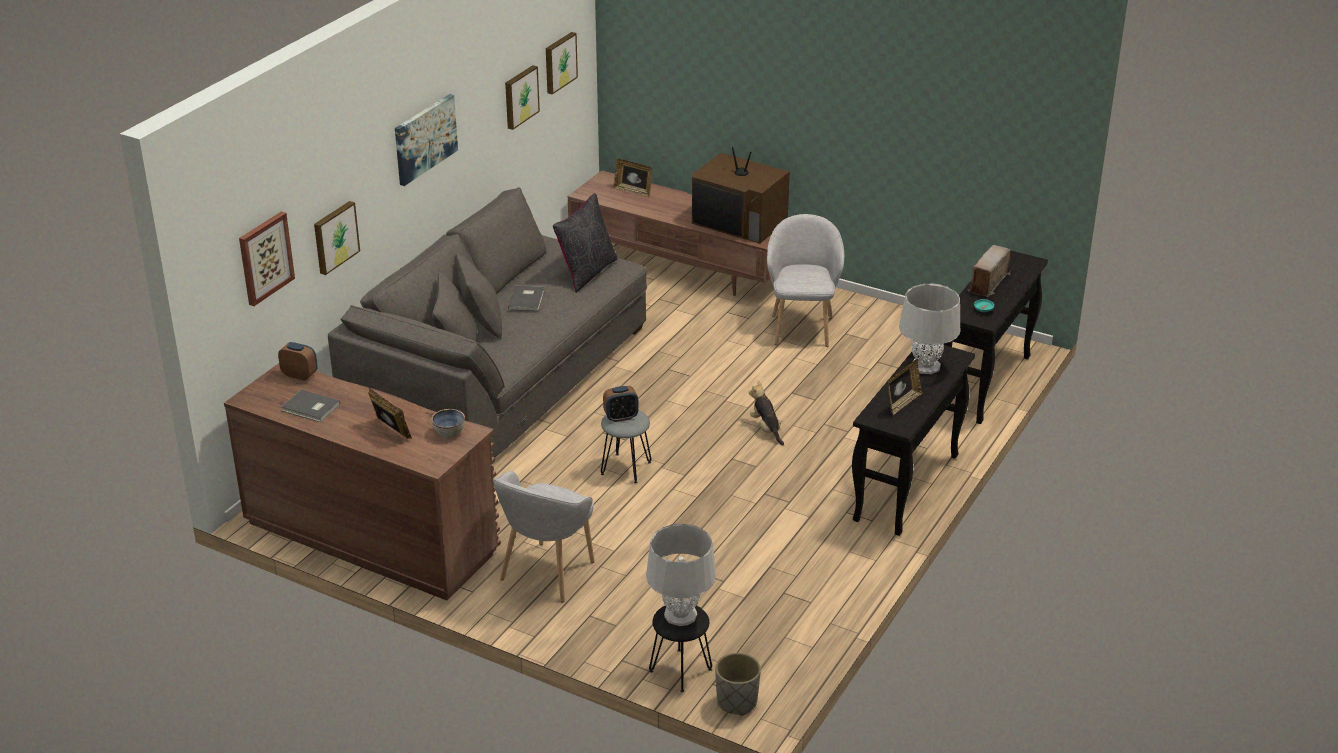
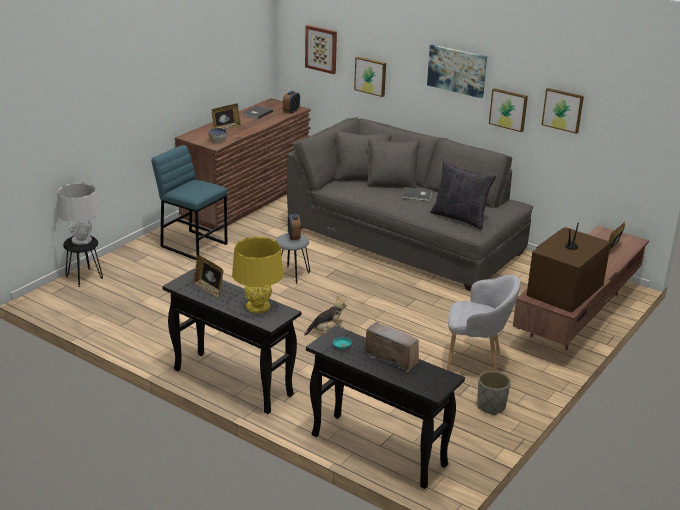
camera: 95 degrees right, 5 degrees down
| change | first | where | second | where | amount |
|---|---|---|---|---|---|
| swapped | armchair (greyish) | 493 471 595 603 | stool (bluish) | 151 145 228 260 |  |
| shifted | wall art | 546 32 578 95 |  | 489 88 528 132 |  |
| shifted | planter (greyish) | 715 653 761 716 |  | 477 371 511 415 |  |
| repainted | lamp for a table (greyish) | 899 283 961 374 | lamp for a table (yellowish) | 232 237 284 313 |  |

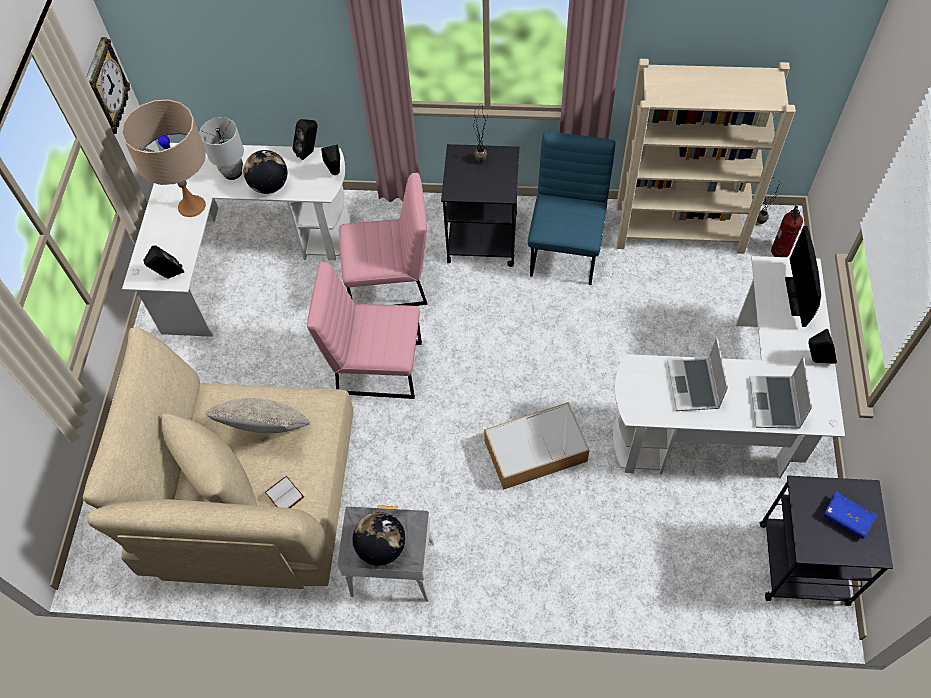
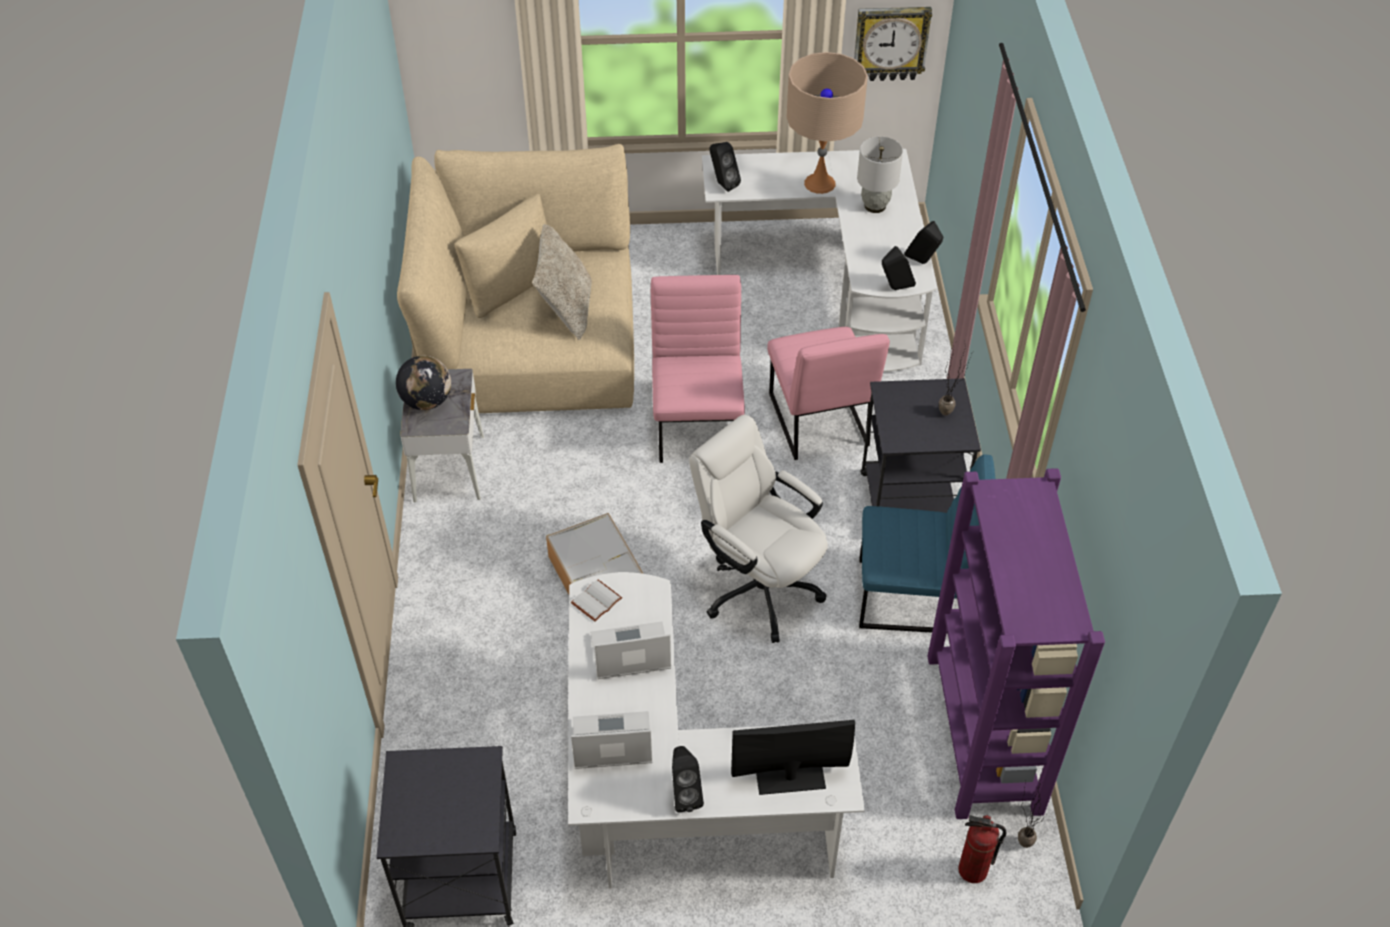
camera: 80 degrees right, 10 degrees down
| change | first | where | second | where | amount |
|---|---|---|---|---|---|
| gone | desk globe | 244 150 287 194 |  |  |  |
| shifted | bound book (white) | 265 476 304 508 |  | 571 580 622 622 |  |
| repainted | bookcase (beige) | 616 59 796 254 | bookcase (purplish) | 928 468 1105 819 |  |
| gone | bound book (bluish) | 823 492 877 539 |  |  |  |
| new |  |  | computer chair (white) | 689 415 828 643 |  |

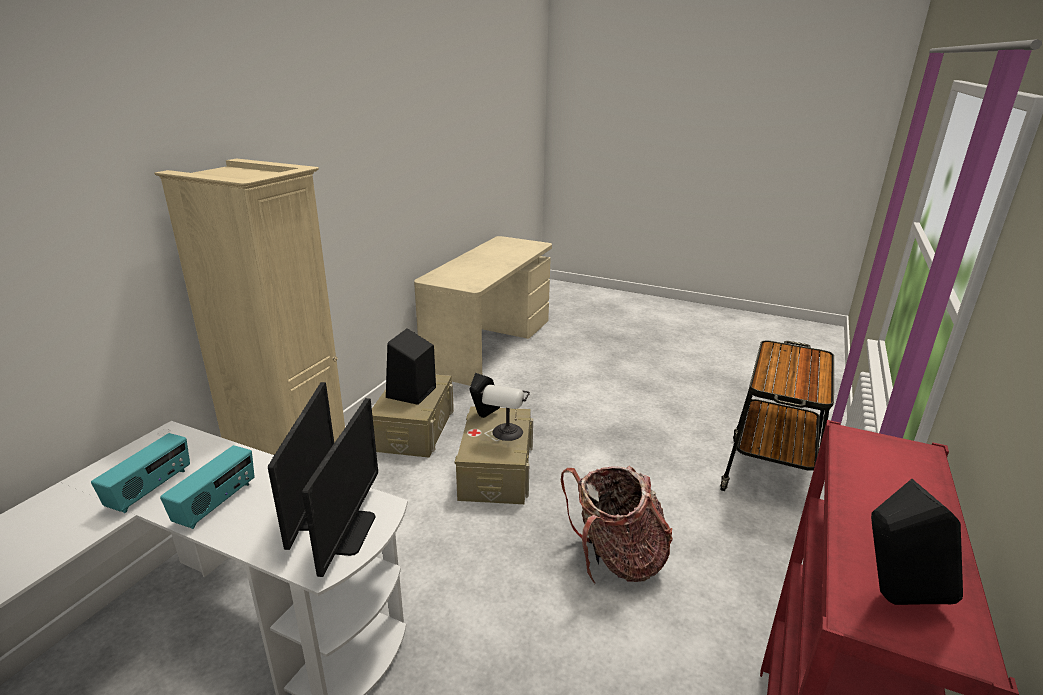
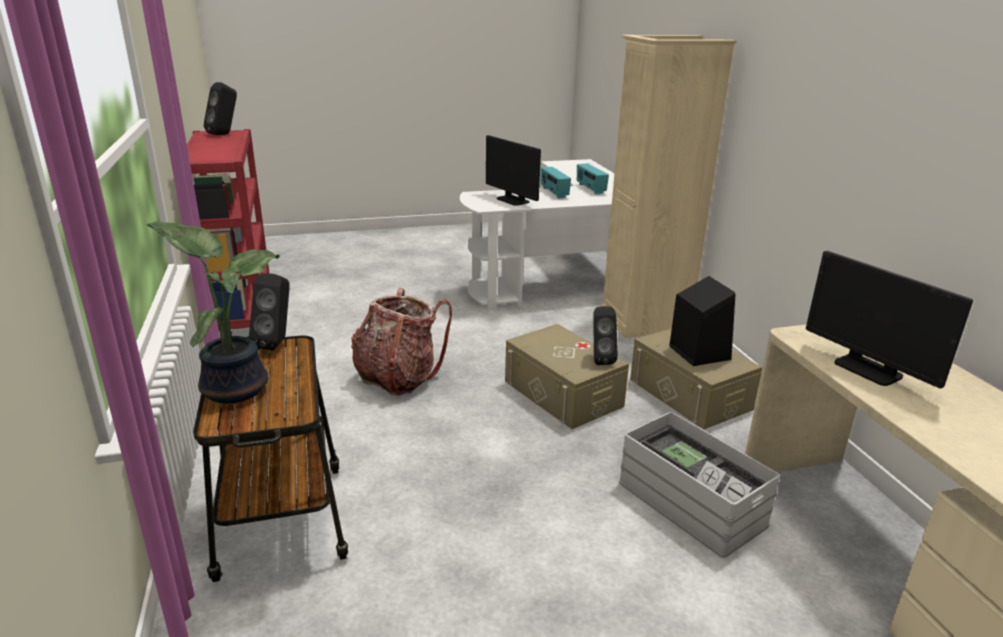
camera: 140 degrees right, 0 degrees up
| change | first | where | second | where | amount |
|---|---|---|---|---|---|
| shifted | monitor | 302 398 378 577 |  | 806 251 973 388 |  |
| gone | lamp for a table | 480 385 530 441 |  |  |  |
| new |  |  | houseplant | 146 221 280 404 |  |
| new |  |  | audio speaker (black) | 249 273 290 350 |  |
| new |  |  | storage box (greyish) | 619 412 780 558 |  |

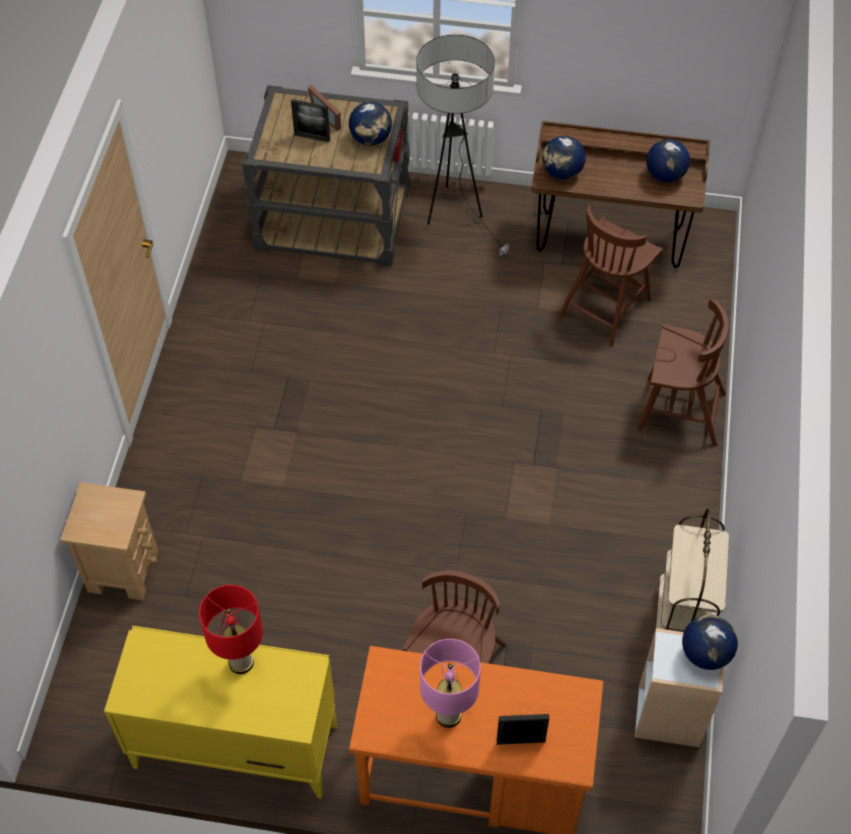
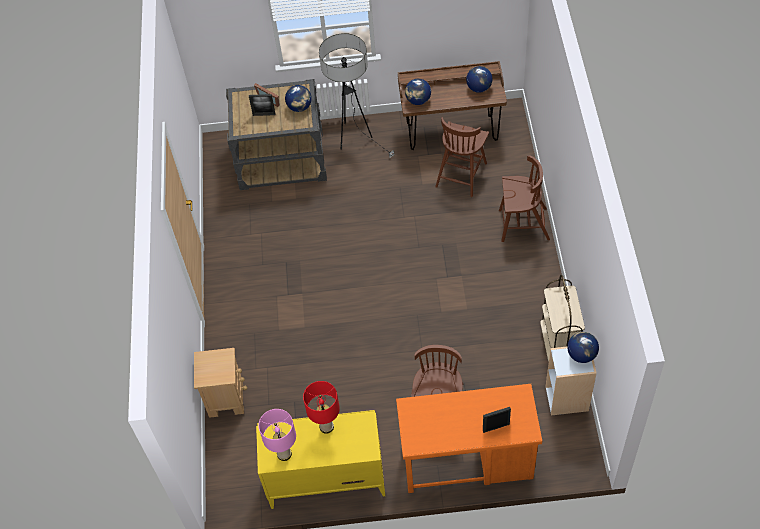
camera: 10 degrees left, 0 degrees up
| change | first | where | second | where | amount |
|---|---|---|---|---|---|
| shifted | lamp for a table (pink-coloured) | 420 639 481 728 |  | 258 409 296 461 |  |

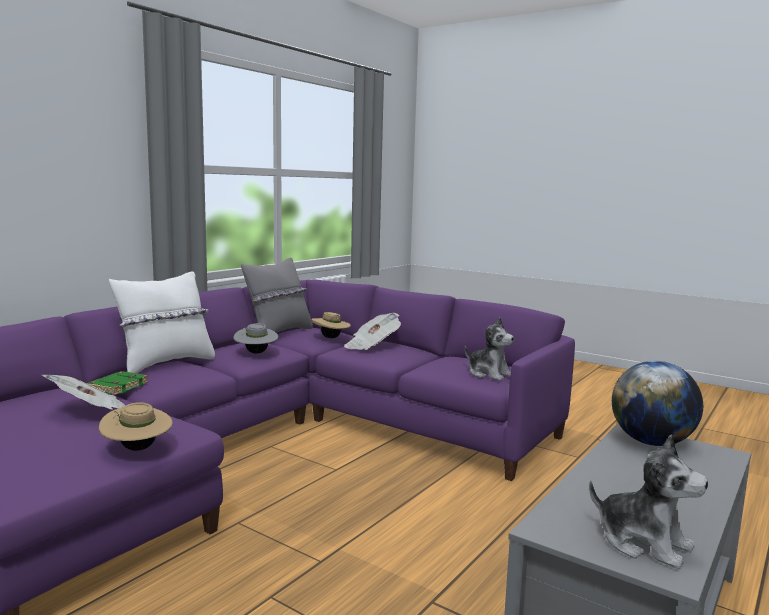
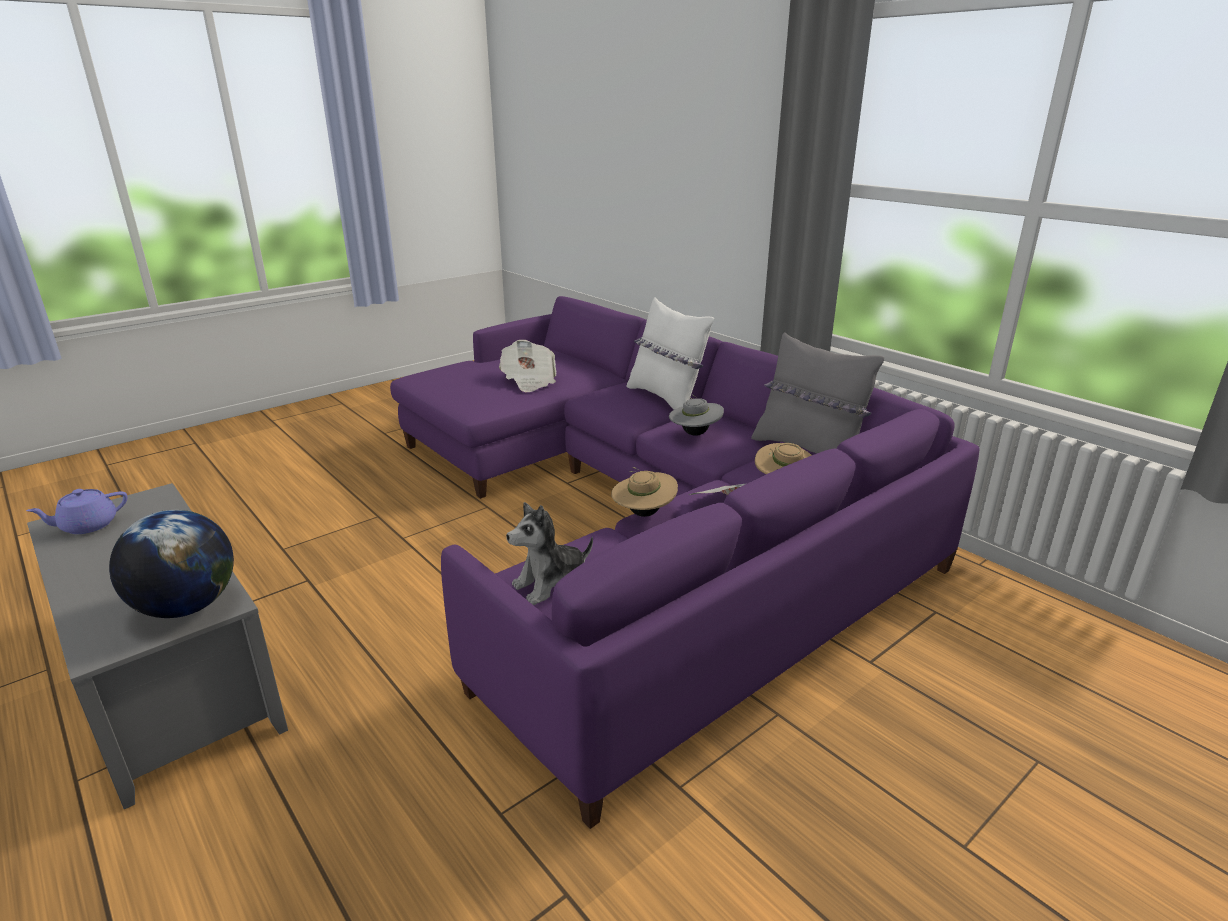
camera: 105 degrees right, 15 degrees up
| change | first | where | second | where | amount |
|---|---|---|---|---|---|
| gone | bound book (green-coloured) | 87 371 148 395 |  |  |  |
| shifted | wearable hat (beige) | 99 402 173 451 |  | 611 467 678 517 |  |
| swapped | soft toy | 589 435 708 569 | tea pot (purplish) | 26 489 128 534 |  |

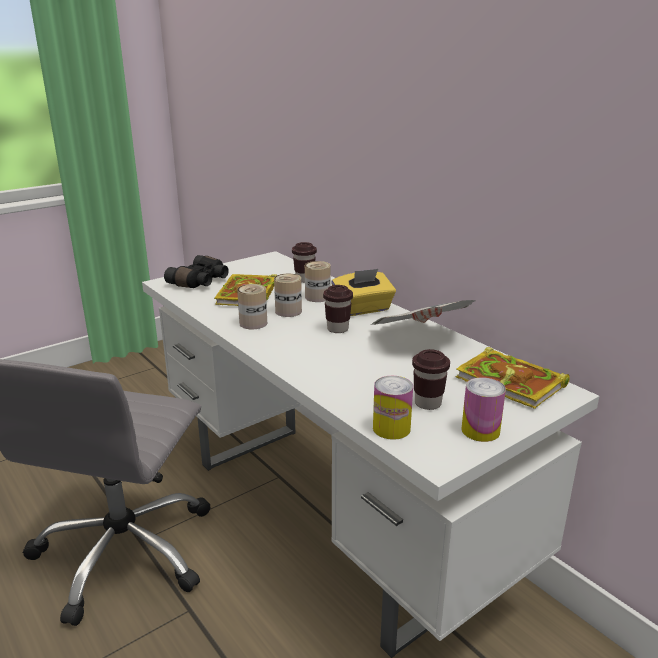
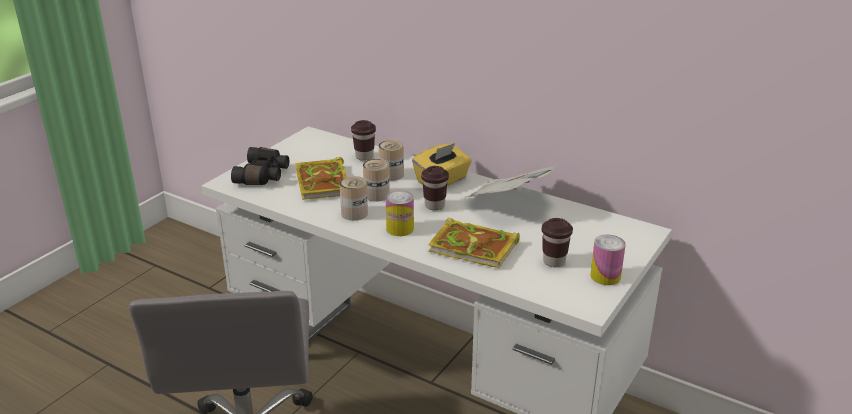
camera: 20 degrees left, 5 degrees up
| change | first | where | second | where | amount |
|---|---|---|---|---|---|
| shifted | metal can | 373 376 413 440 |  | 386 190 414 236 |  |
| shifted | bound book | 455 347 570 408 |  | 428 218 520 268 |  |

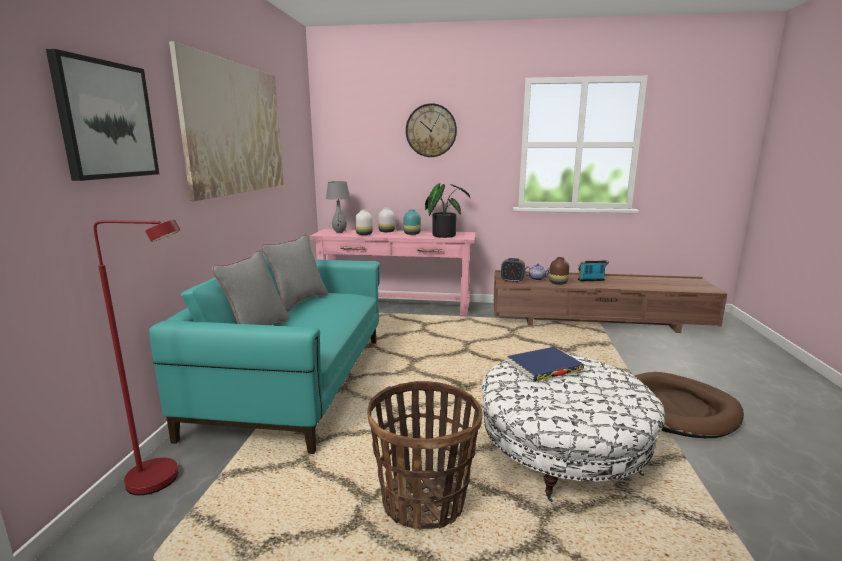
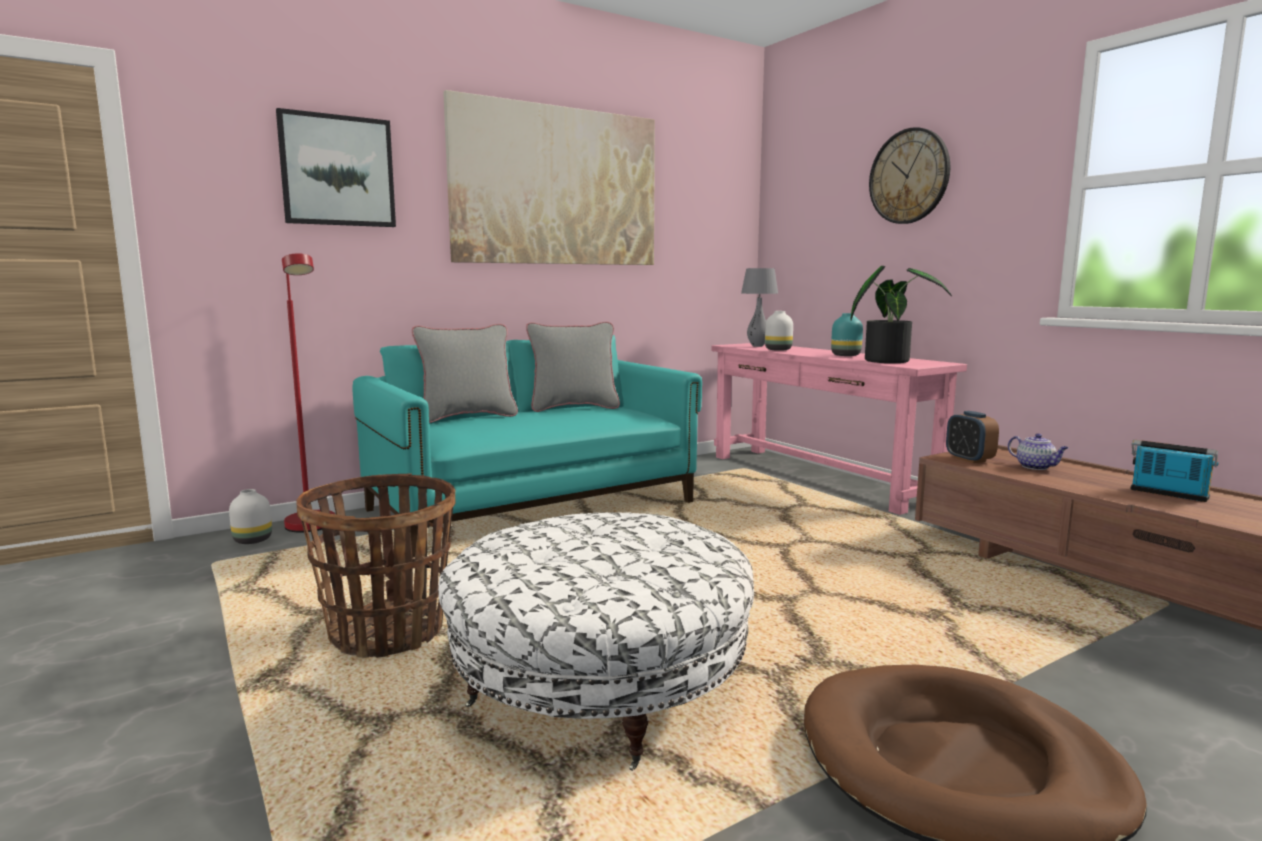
camera: 50 degrees right, 5 degrees down
| change | first | where | second | where | amount |
|---|---|---|---|---|---|
| shifted | flower vase (white) | 378 208 395 232 |  | 229 489 272 544 |  |
| gone | bound book (bluish) | 507 347 584 381 |  |  |  |
| gone | flower vase (brown) | 549 257 569 285 |  |  |  |

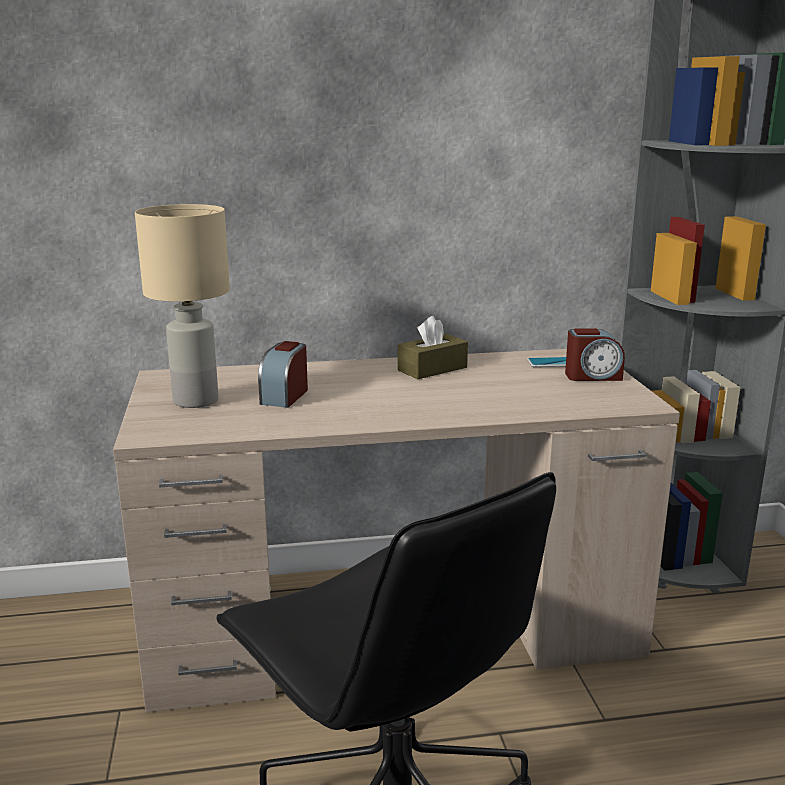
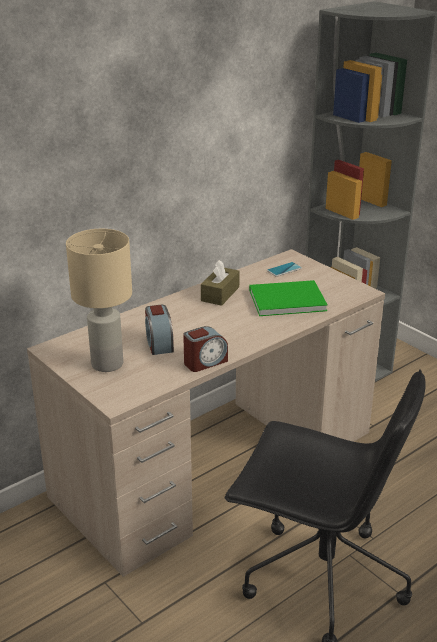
camera: 30 degrees left, 10 degrees up
| change | first | where | second | where | amount |
|---|---|---|---|---|---|
| shifted | alarm clock | 565 328 625 381 |  | 183 326 228 372 |  |
| new |  |  | bound book (green-coloured) | 249 280 328 316 |  |

